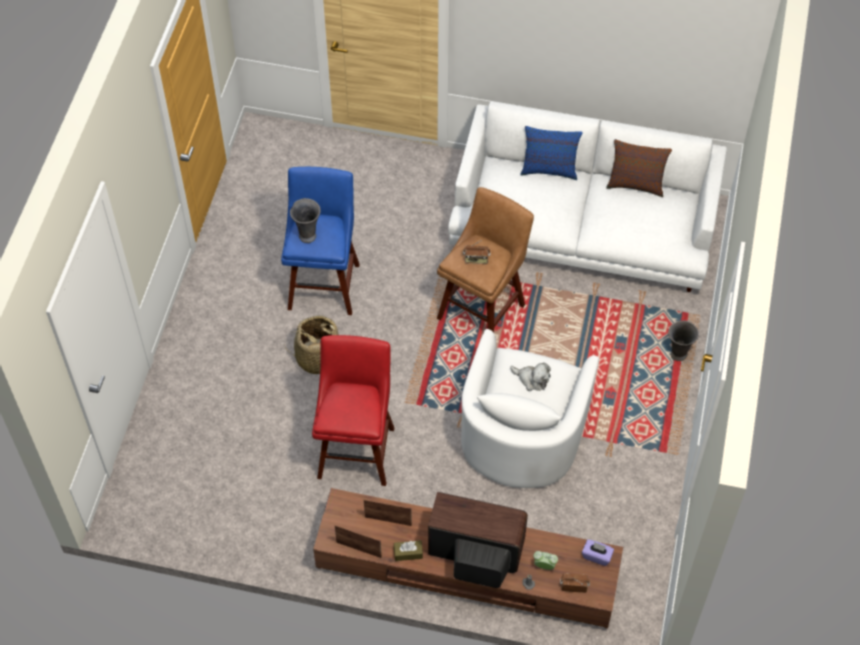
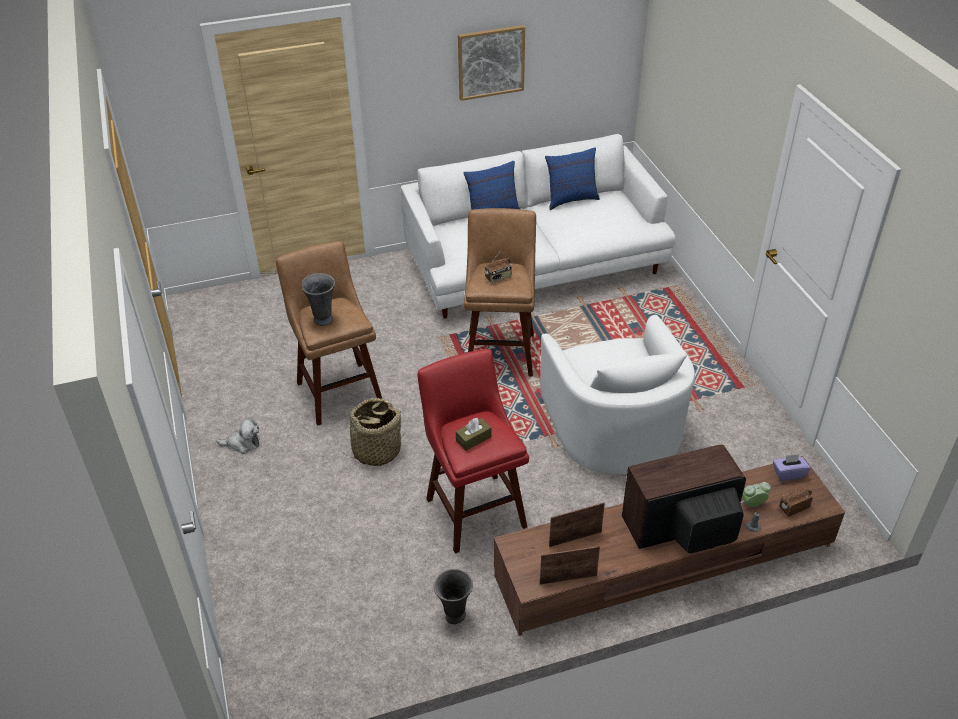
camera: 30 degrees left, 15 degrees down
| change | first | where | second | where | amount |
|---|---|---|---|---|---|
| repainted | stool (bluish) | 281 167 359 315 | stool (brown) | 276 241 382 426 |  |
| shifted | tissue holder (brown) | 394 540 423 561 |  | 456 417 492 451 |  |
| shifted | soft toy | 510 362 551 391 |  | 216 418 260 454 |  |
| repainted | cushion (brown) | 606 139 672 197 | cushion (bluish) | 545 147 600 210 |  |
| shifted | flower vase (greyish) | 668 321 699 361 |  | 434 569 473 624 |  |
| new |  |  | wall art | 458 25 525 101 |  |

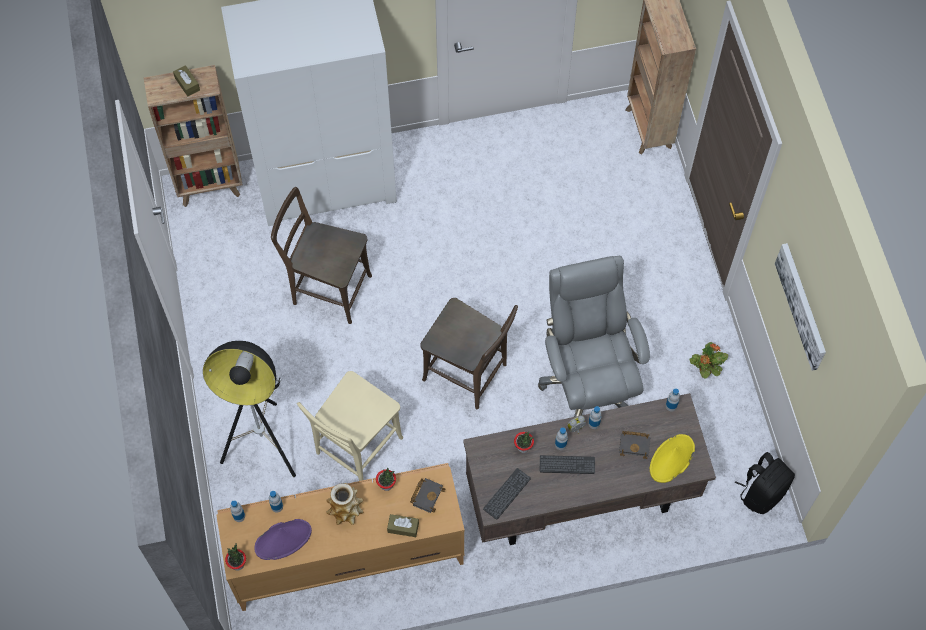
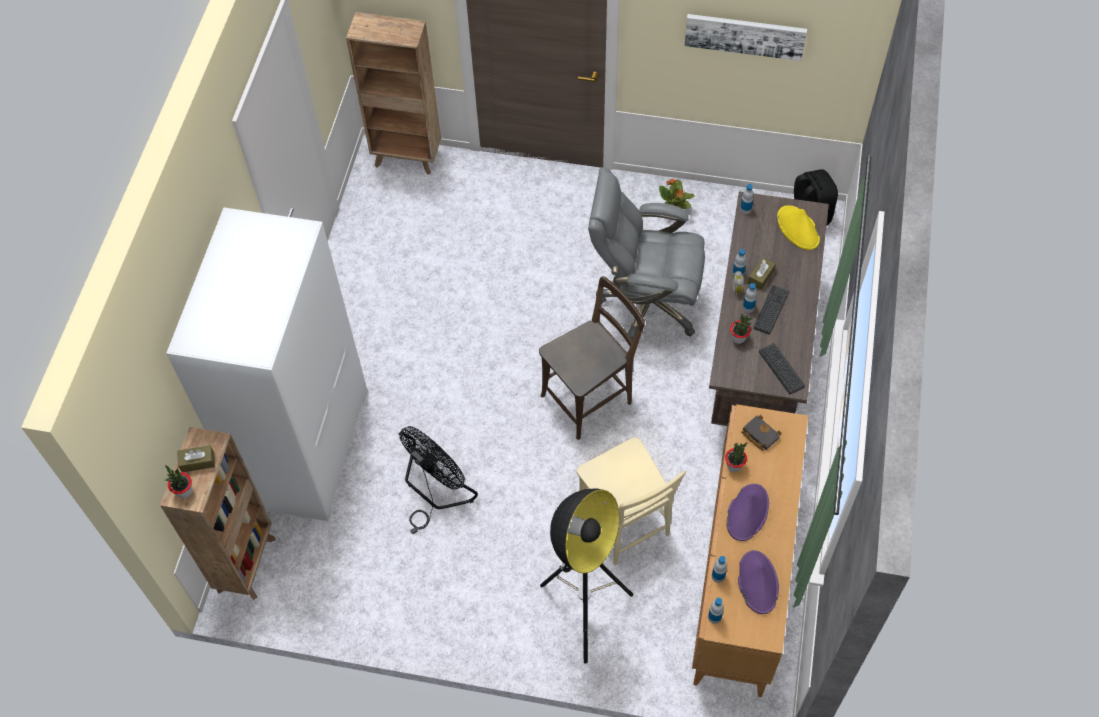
camera: 65 degrees left, 5 degrees down
| change | first | where | second | where | amount |
|---|---|---|---|---|---|
| shifted | houseplant | 225 544 246 571 |  | 165 465 192 498 |  |
| swapped | upright chair (brown) | 271 187 372 324 | electric fan (black) | 399 426 478 534 |  |
| swapped | flower vase | 326 483 363 525 | wearable hat (purplish) | 726 484 769 541 |  |
| shifted | tissue holder (brown) | 387 514 419 537 |  | 748 257 776 290 |  |
| gone | bound book (black) | 619 431 650 459 |  |  |  |

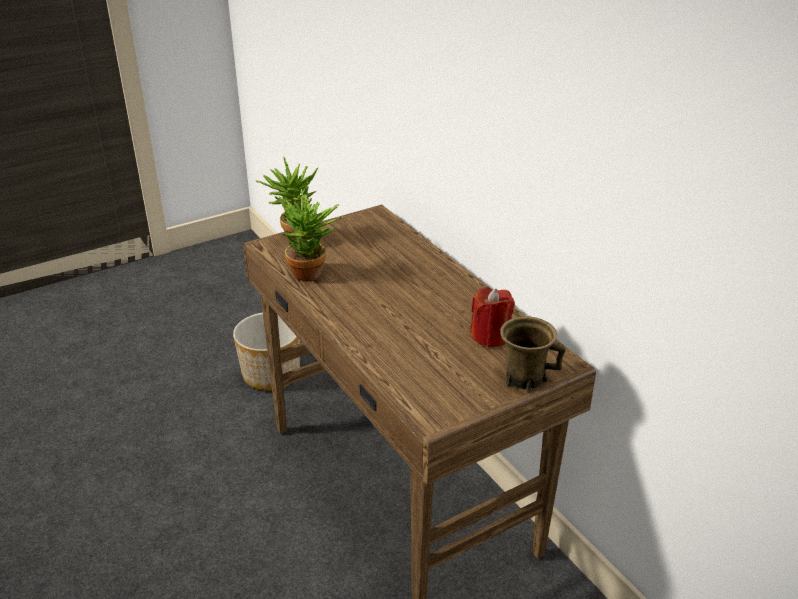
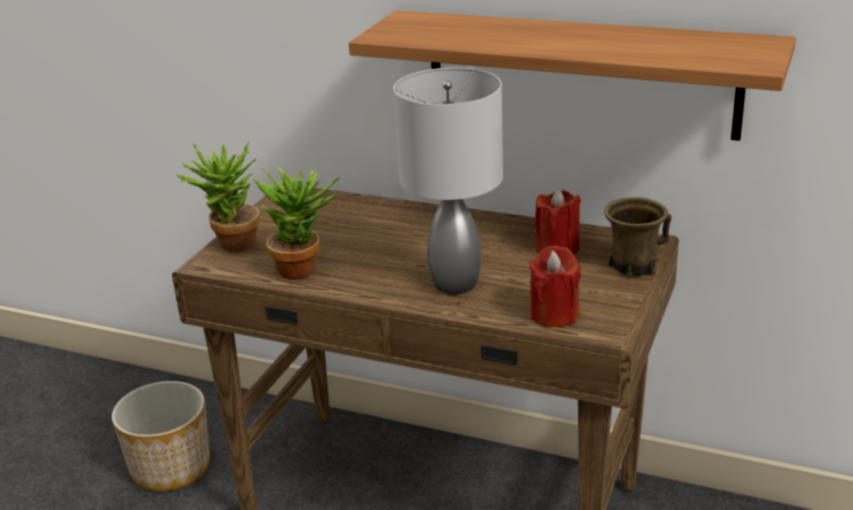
camera: 35 degrees left, 5 degrees down
| change | first | where | second | where | amount |
|---|---|---|---|---|---|
| new |  |  | shelf | 349 10 796 141 |  |
| new |  |  | lamp for a table (greyish) | 393 68 503 295 |  |
| new |  |  | candle (red-coloured) | 529 246 581 327 |  |

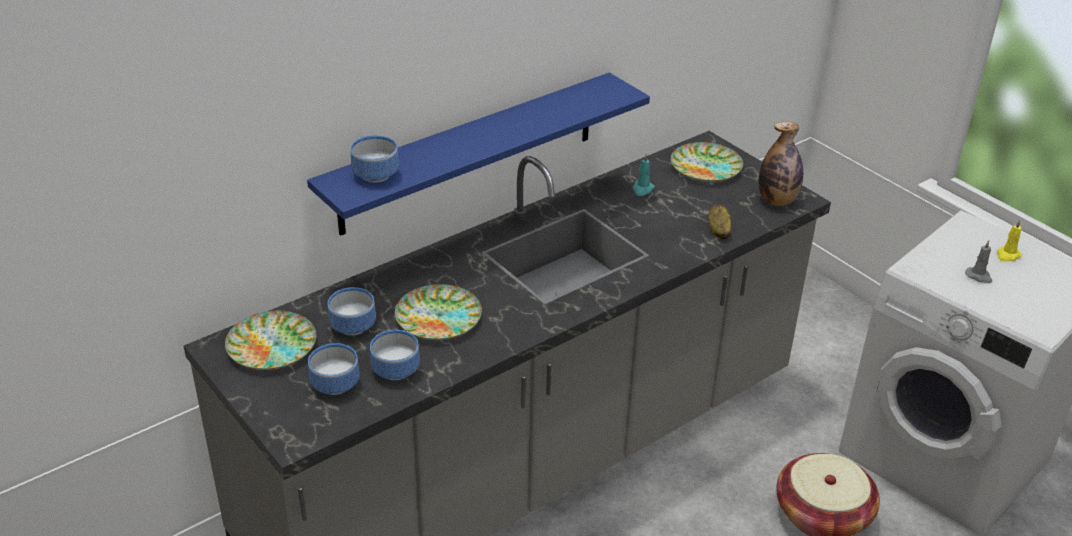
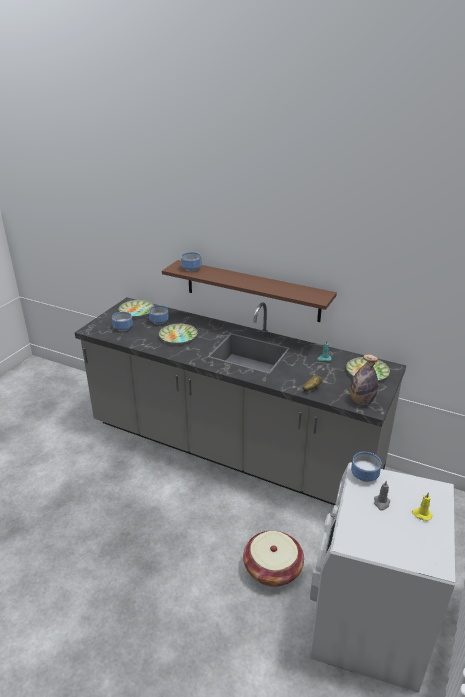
camera: 65 degrees right, 5 degrees down
| change | first | where | second | where | amount |
|---|---|---|---|---|---|
| repainted | shelf (bluish) | 307 73 650 236 | shelf (brown) | 162 260 337 322 |  |
| shifted | deep dish | 370 330 420 380 |  | 351 452 381 482 |  |

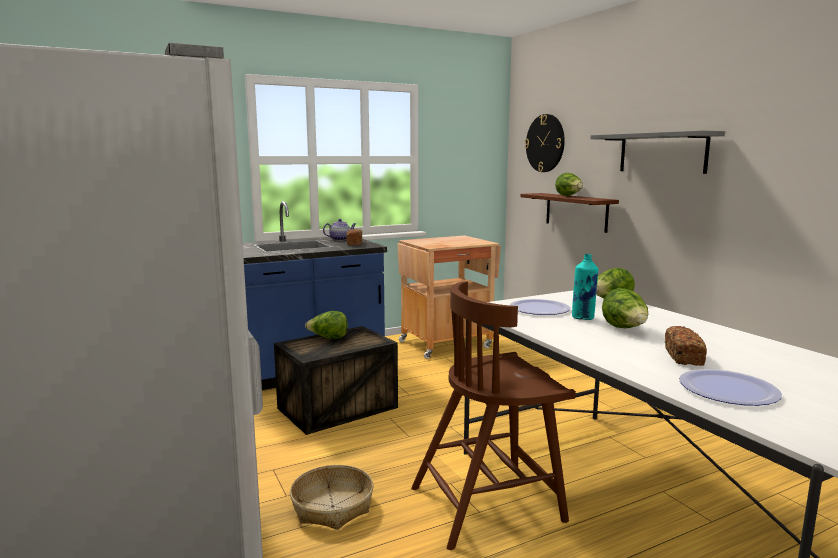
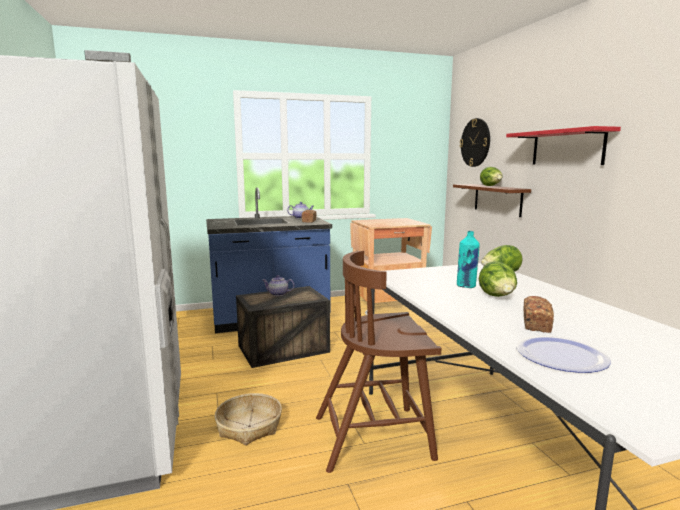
camera: 10 degrees right, 0 degrees up
| change | first | where | second | where | amount |
|---|---|---|---|---|---|
| swapped | lettuce | 305 311 348 339 | tea pot | 263 275 294 296 |  |
| gone | dinner plate | 510 299 570 315 |  |  |  |
| repainted | shelf (greyish) | 590 130 725 174 | shelf (red-coloured) | 506 126 621 165 |  |

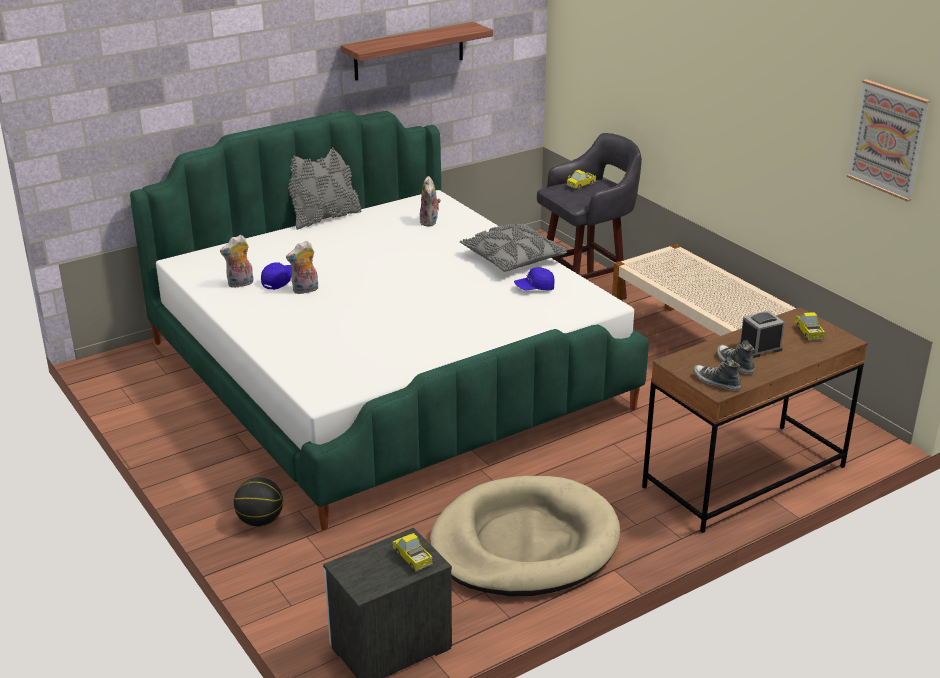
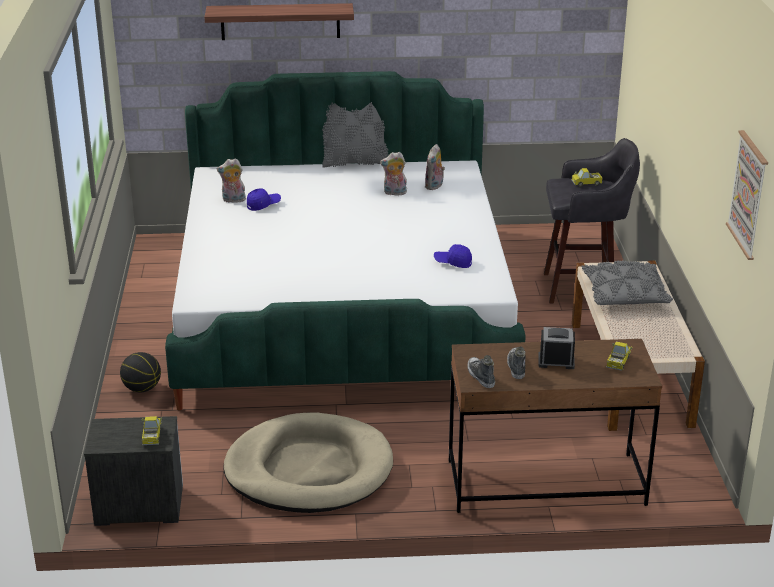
camera: 30 degrees right, 0 degrees up
| change | first | where | second | where | amount |
|---|---|---|---|---|---|
| shifted | soft toy | 286 241 318 294 |  | 380 152 407 195 |  |
| shifted | shelf | 341 22 493 81 |  | 205 3 354 40 |  |
| shifted | cushion (greyish) | 460 224 567 272 |  | 581 260 673 305 |  |

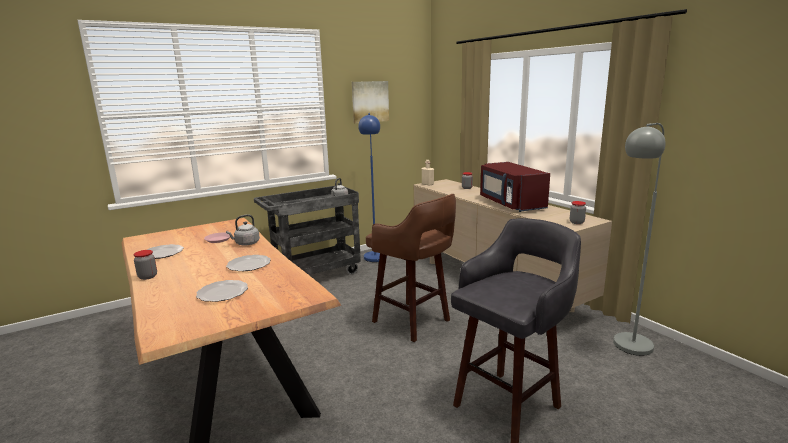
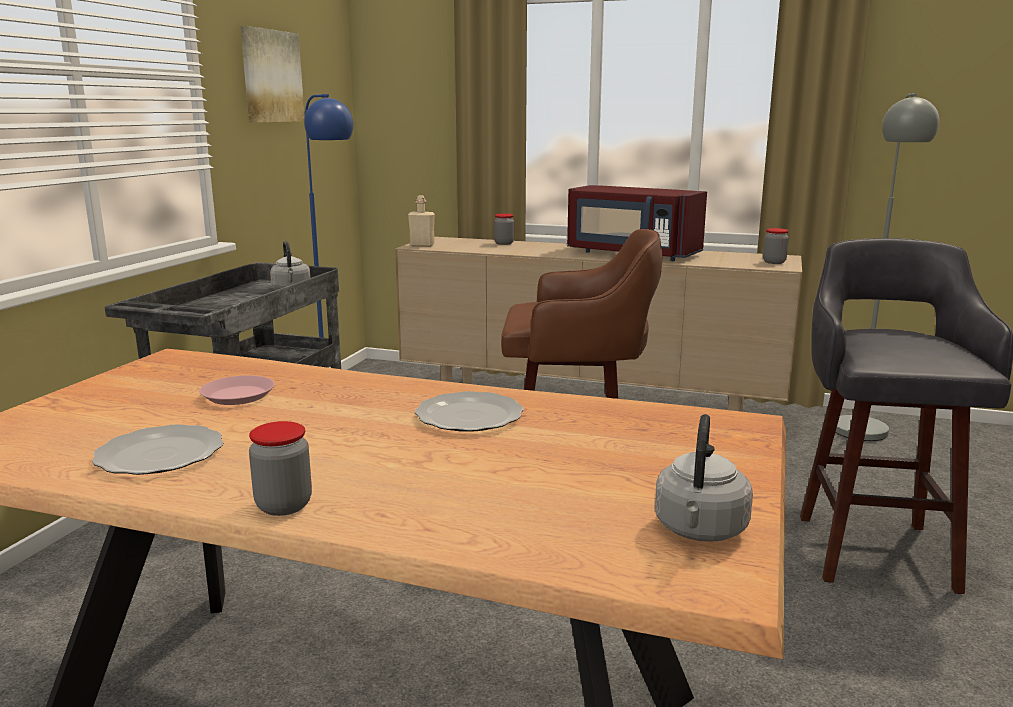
camera: 40 degrees left, 0 degrees up
| change | first | where | second | where | amount |
|---|---|---|---|---|---|
| gone | dinner plate | 196 280 248 302 |  |  |  |
| shifted | kettle (greyish) | 226 215 260 245 |  | 655 414 753 542 |  |

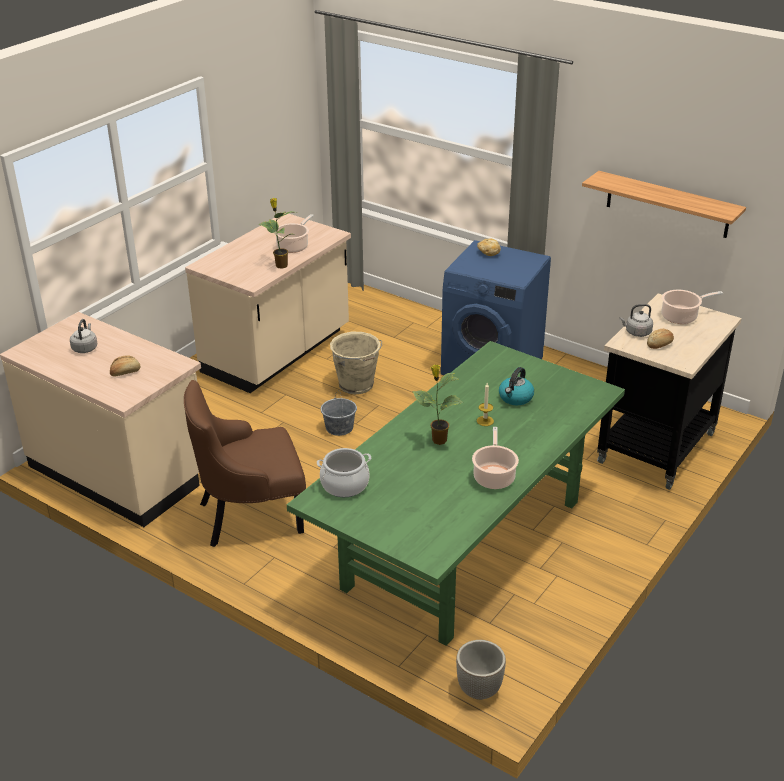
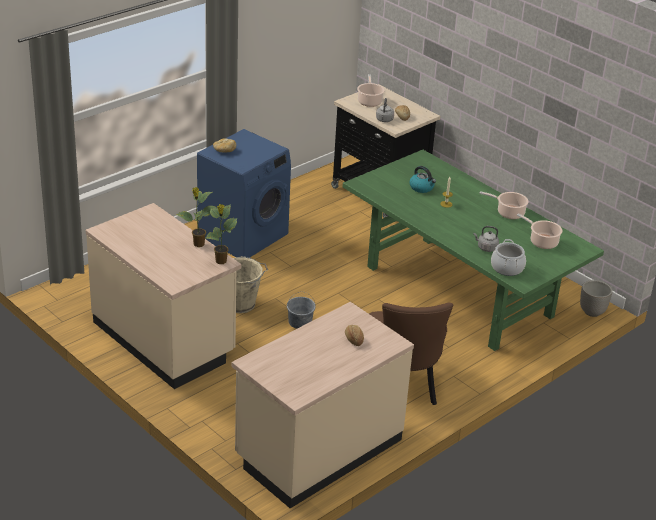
camera: 80 degrees left, 0 degrees up
| change | first | where | second | where | amount |
|---|---|---|---|---|---|
| shifted | kettle (greyish) | 70 319 97 353 |  | 473 226 499 252 |  |
| shifted | cooking pot | 274 214 314 253 |  | 517 213 563 249 |  |
| shifted | houseplant | 412 365 463 445 |  | 205 204 237 264 |  |
| gone | shelf | 582 171 746 238 |  |  |  |

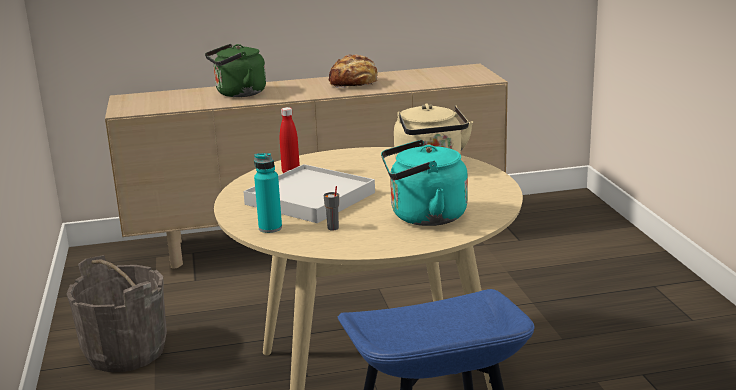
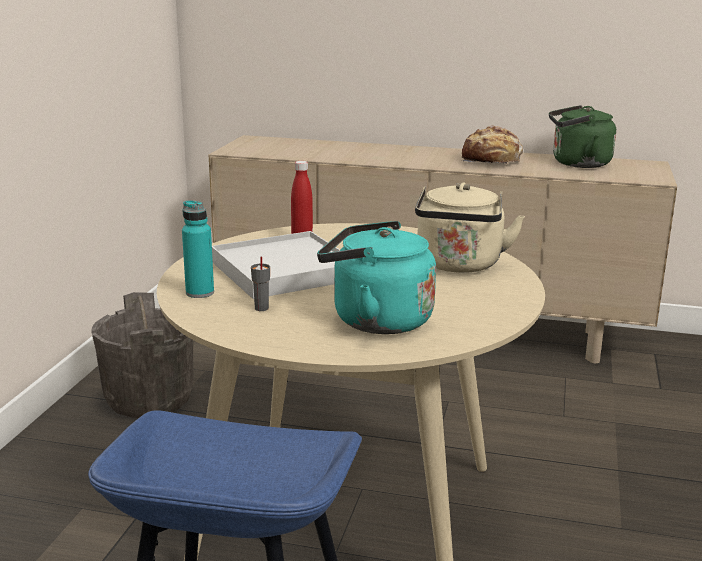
camera: 25 degrees right, 0 degrees up
| change | first | where | second | where | amount |
|---|---|---|---|---|---|
| shifted | kettle (green-coloured) | 205 44 266 97 |  | 549 105 616 168 |  |

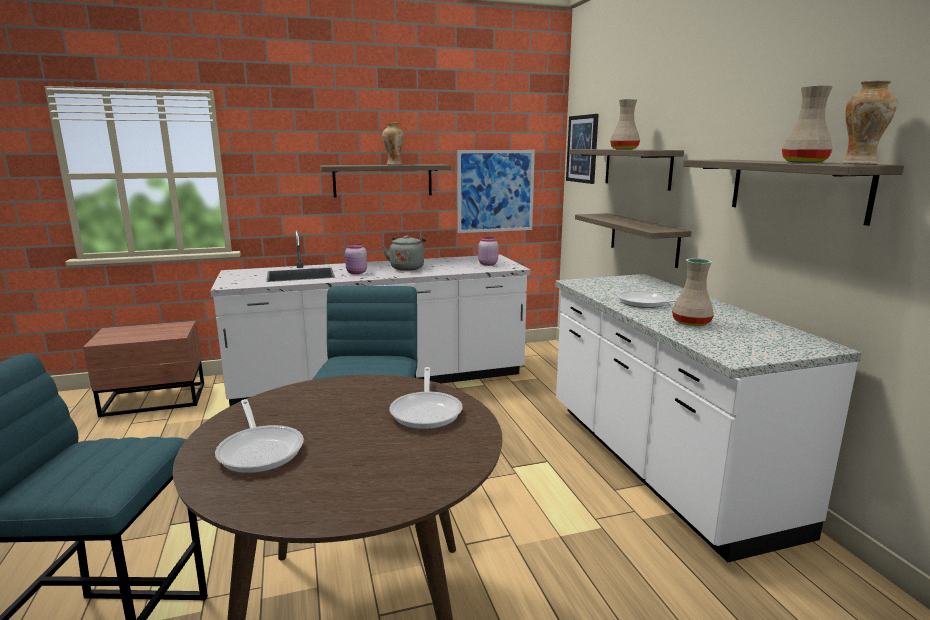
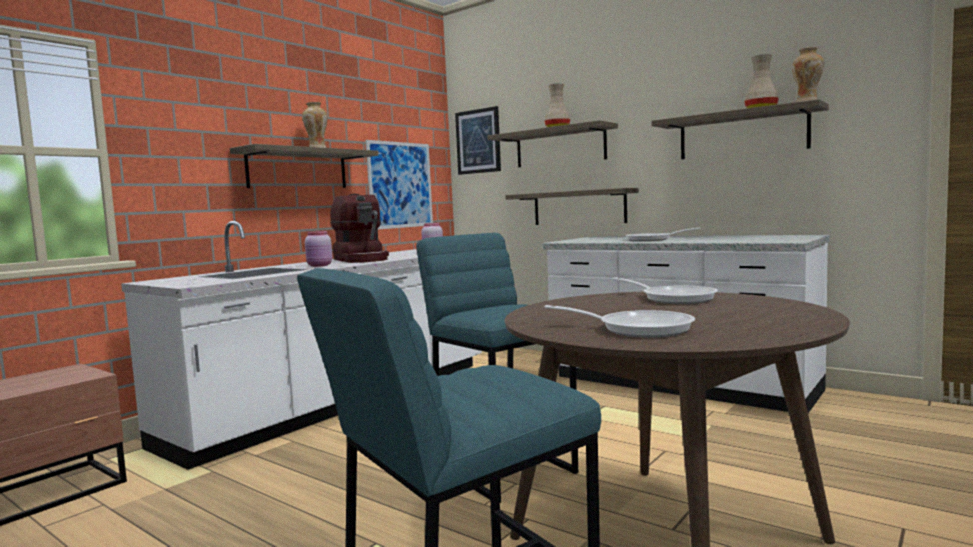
camera: 35 degrees left, 10 degrees down
| change | first | where | second | where | amount |
|---|---|---|---|---|---|
| swapped | kettle (greyish) | 383 235 426 271 | coffee machine | 330 194 389 263 |  |
| gone | flower vase (beige) | 672 259 714 326 |  |  |  |

